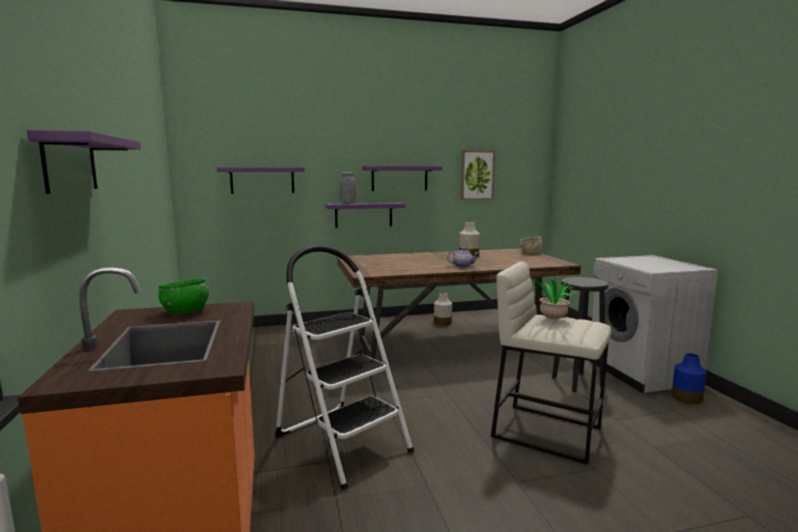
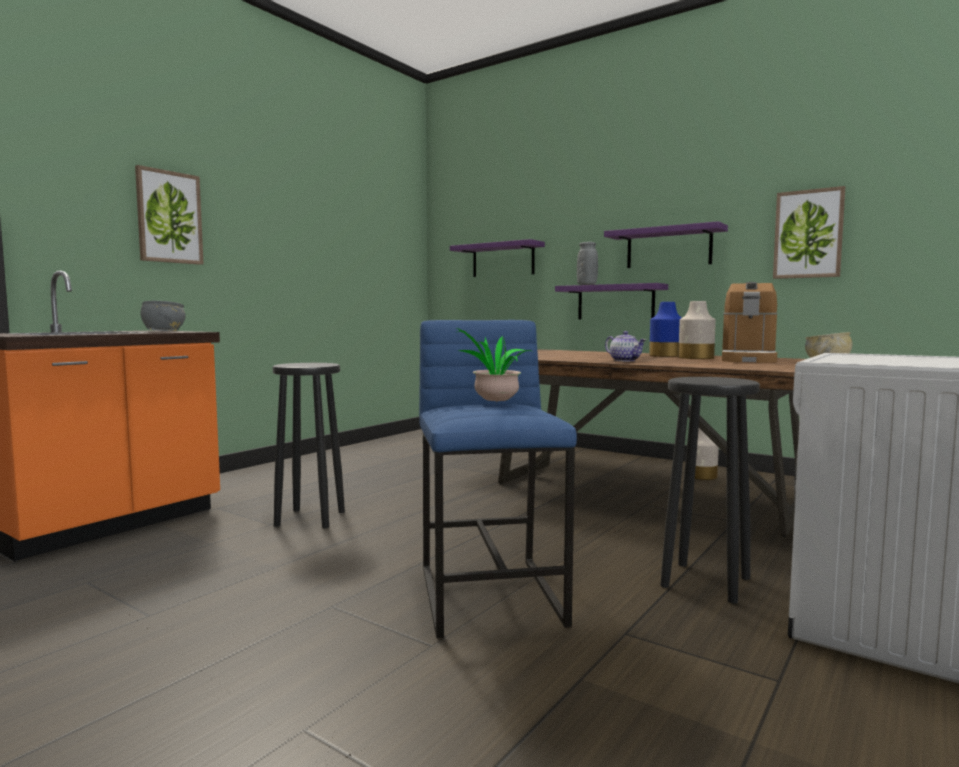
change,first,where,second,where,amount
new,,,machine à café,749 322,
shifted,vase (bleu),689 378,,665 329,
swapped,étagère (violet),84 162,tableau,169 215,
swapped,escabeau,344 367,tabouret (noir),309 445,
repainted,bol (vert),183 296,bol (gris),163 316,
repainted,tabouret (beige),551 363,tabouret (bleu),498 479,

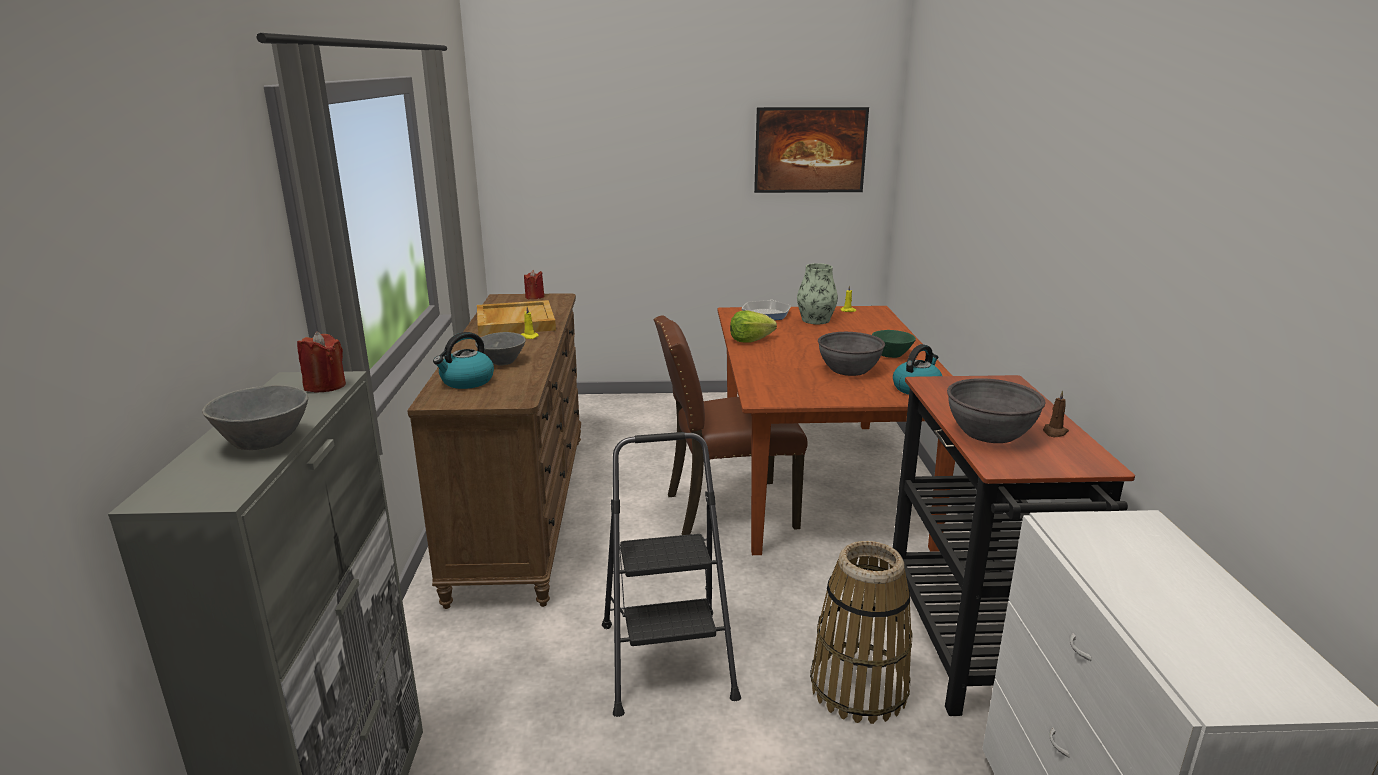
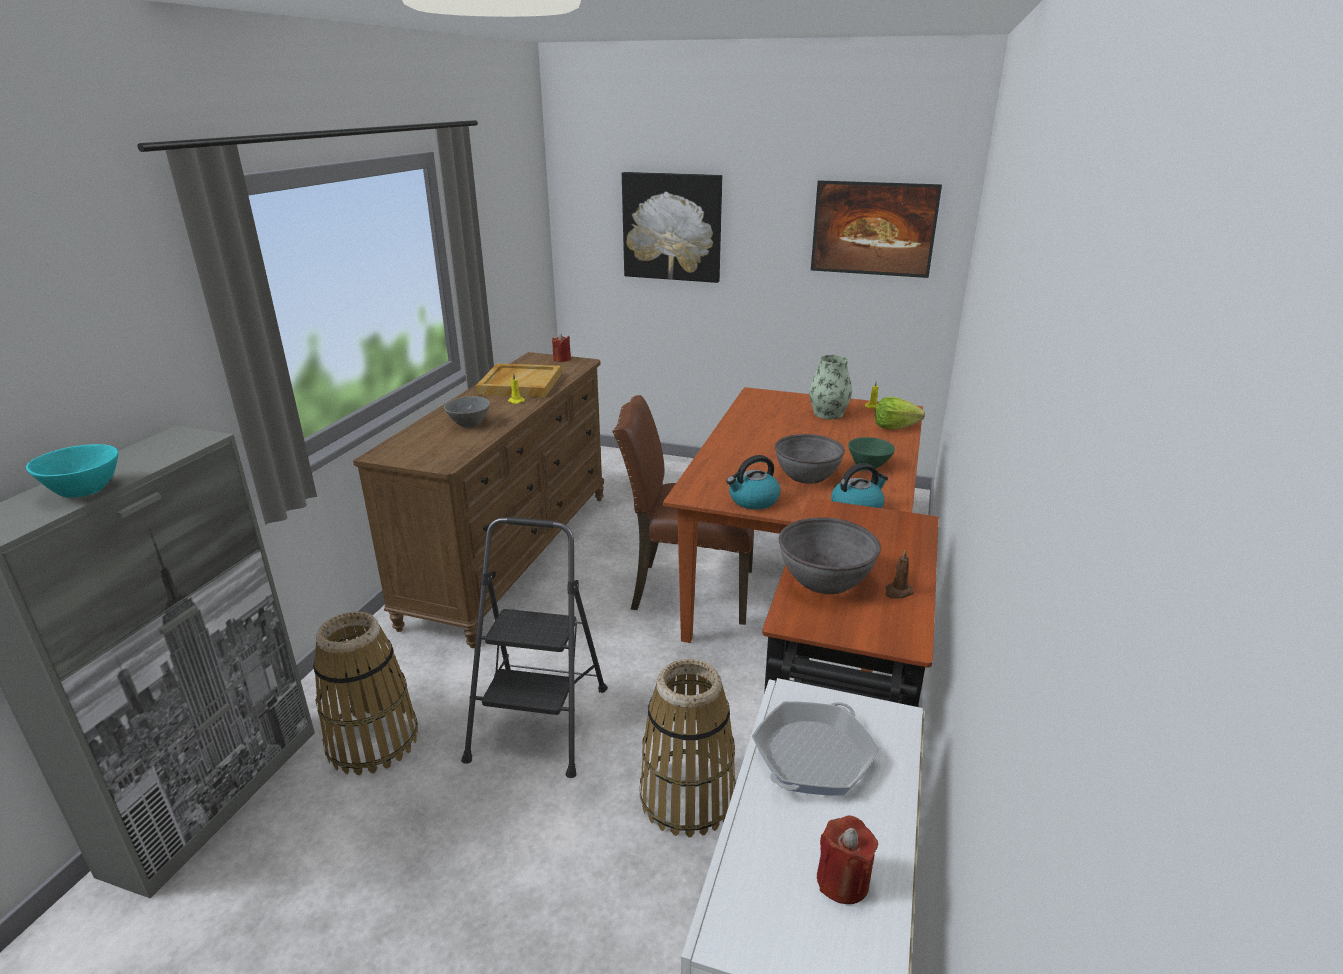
change,first,where,second,where,amount
new,,,panier,365 693,
new,,,tableau,672 227,
shifted,bougie (rouge),321 362,,847 860,
shifted,bouilloire,463 360,,753 482,
shifted,laitue,753 327,,900 413,
shifted,poêle,766 310,,815 748,
repainted,bol (gris),255 417,bol (turquoise),72 470,

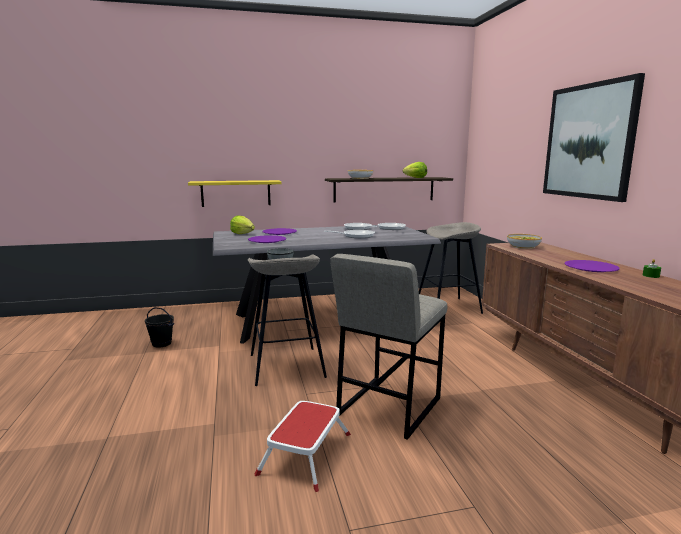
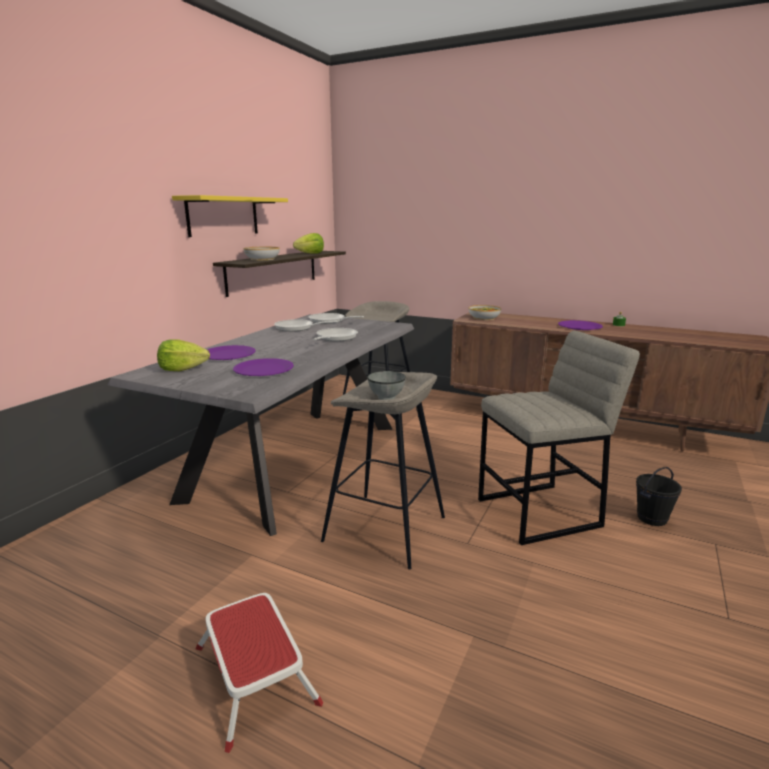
change,first,where,second,where,amount
gone,tableau,594 137,,,
shifted,seau (noir),159 327,,659 496,
shifted,étagère (jaune),234 193,,230 216,
shifted,escabeau (rouge),303 446,,259 673,
rotated,chaise (gris),388 347,,559 438,90 degrees counterclockwise

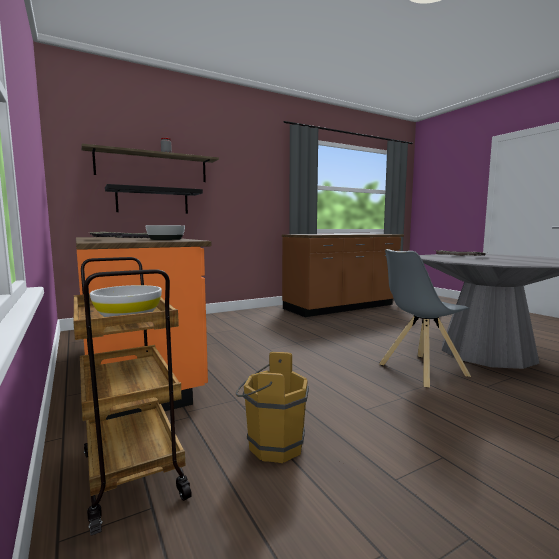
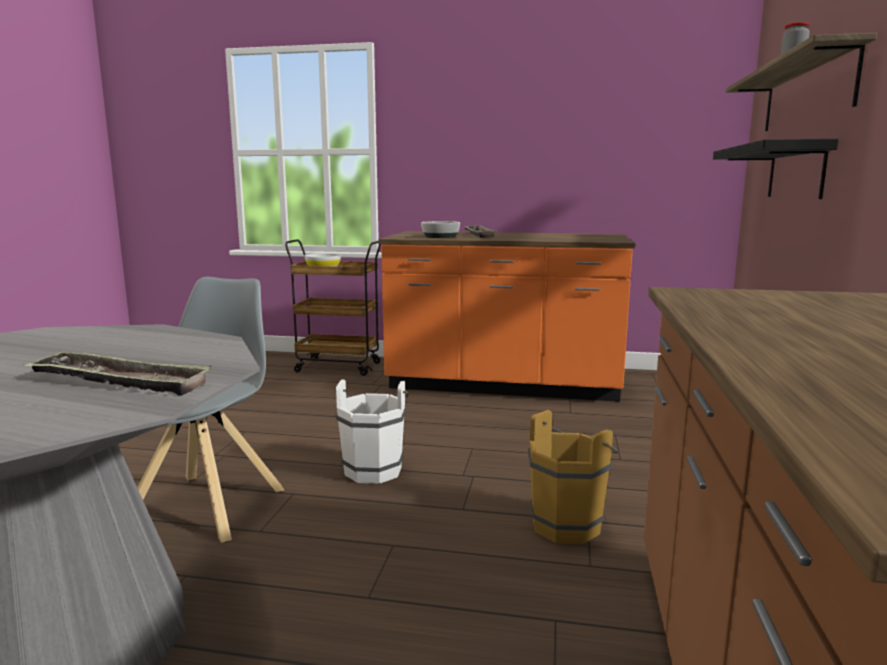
change,first,where,second,where,amount
new,,,seau (blanc),372 431,
shifted,seau (marron),272 407,,573 477,

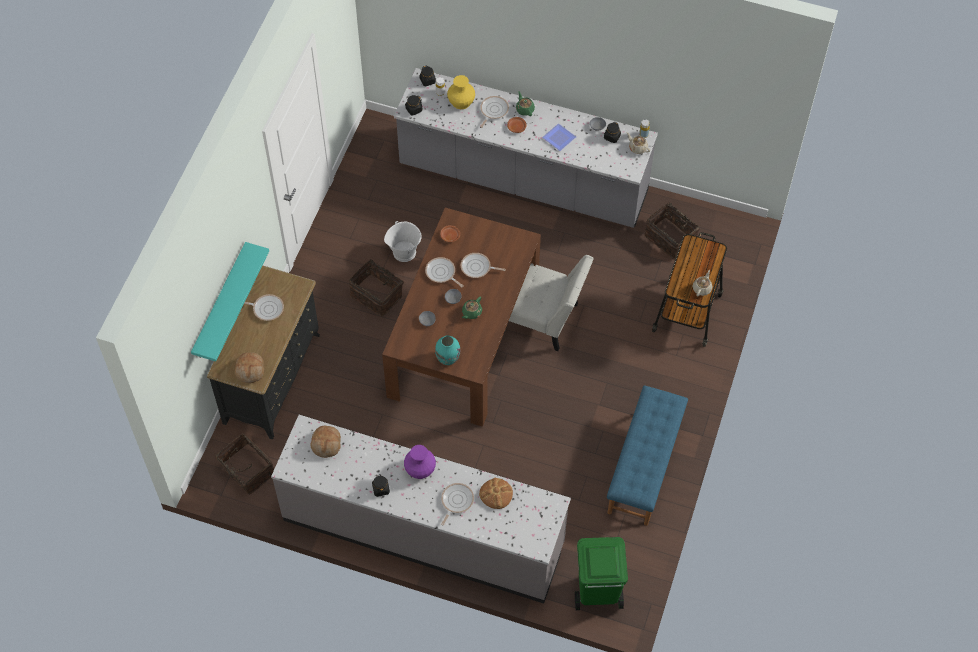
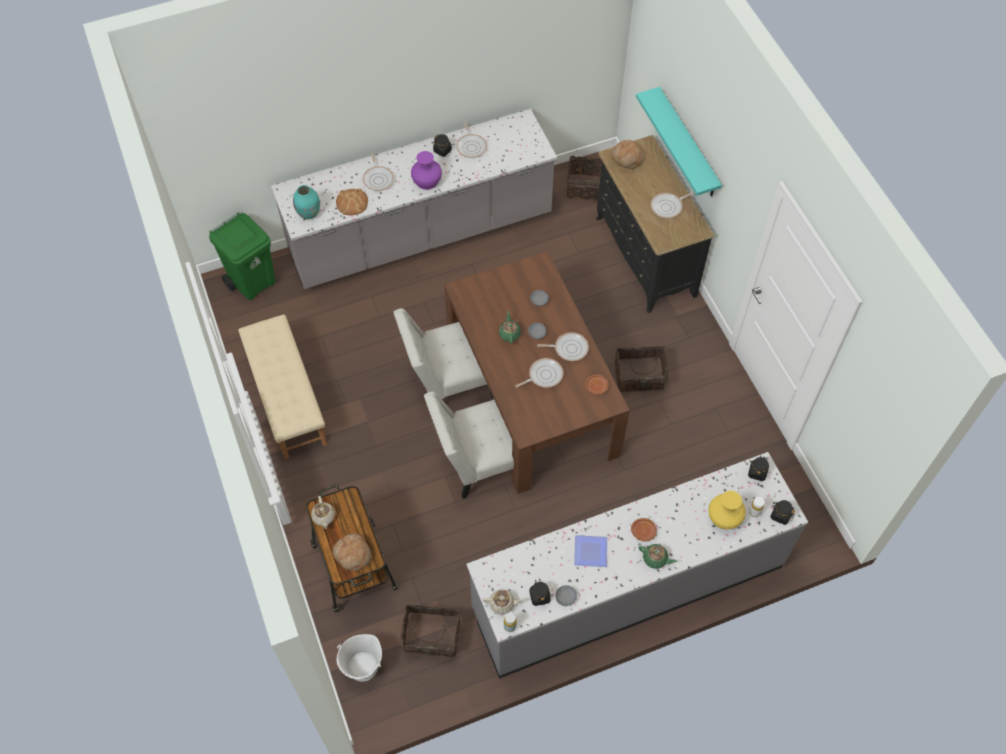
change,first,where,second,where,amount
new,,,chaise (blanc),443 353,
shifted,pain,325 441,,352 552,
shifted,seau (blanc),403 241,,359 658,
shifted,vase (turquoise),447 350,,306 202,
shifted,poêle,494 112,,471 140,
repainted,banc (bleu),647 455,banc (beige),282 386,

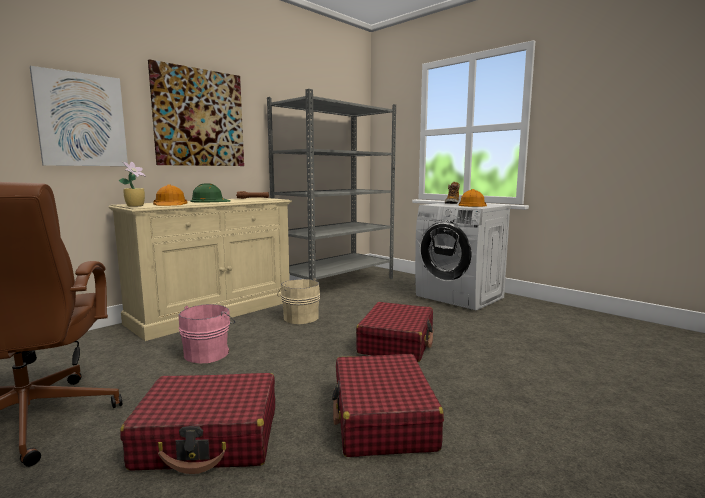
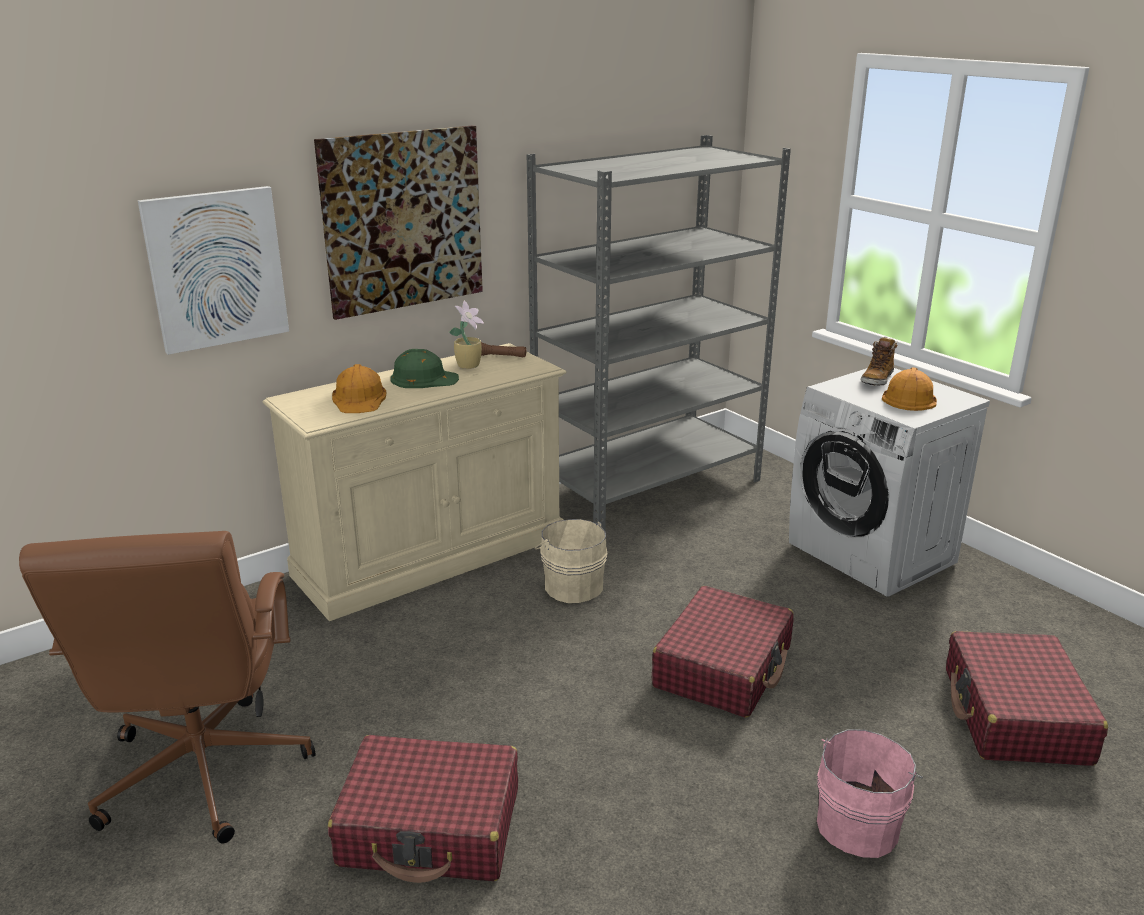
change,first,where,second,where,amount
shifted,plante en pot,132 184,,466 335,
shifted,seau (rose),206 333,,870 793,
shifted,valise (rouge),388 405,,1027 698,

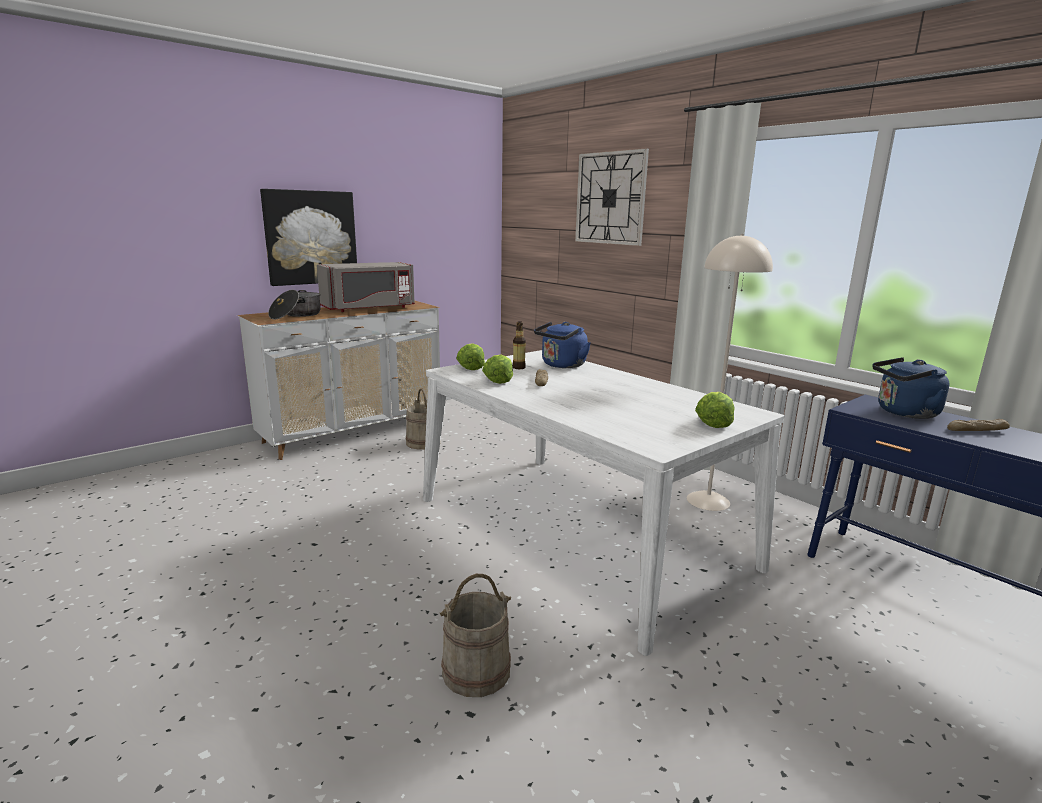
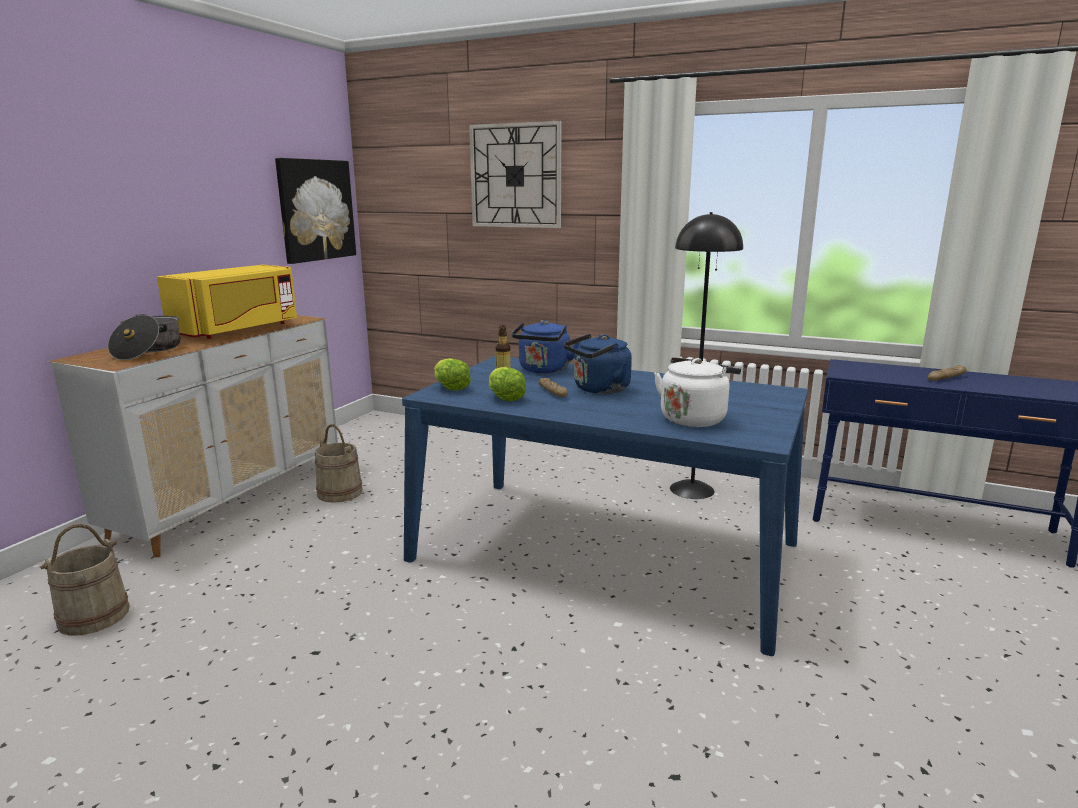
change,first,where,second,where,amount
gone,laitue,714 410,,,
new,,,bouilloire (blanc),697 392,
shifted,tableau,308 237,,315 211,
shifted,seau (beige),475 635,,85 580,
shifted,bouilloire (bleu),911 388,,598 364,
repainted,micro-ondes (gris),366 287,micro-ondes (jaune),227 302,
repainted,table à manger (blanc),604 503,table à manger (bleu),605 506,
repainted,lampadaire (beige),730 372,lampadaire (noir),706 355,

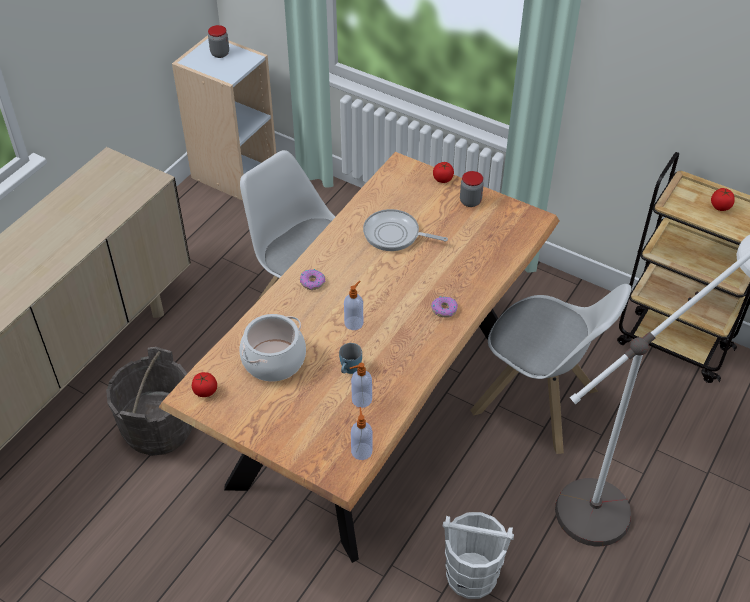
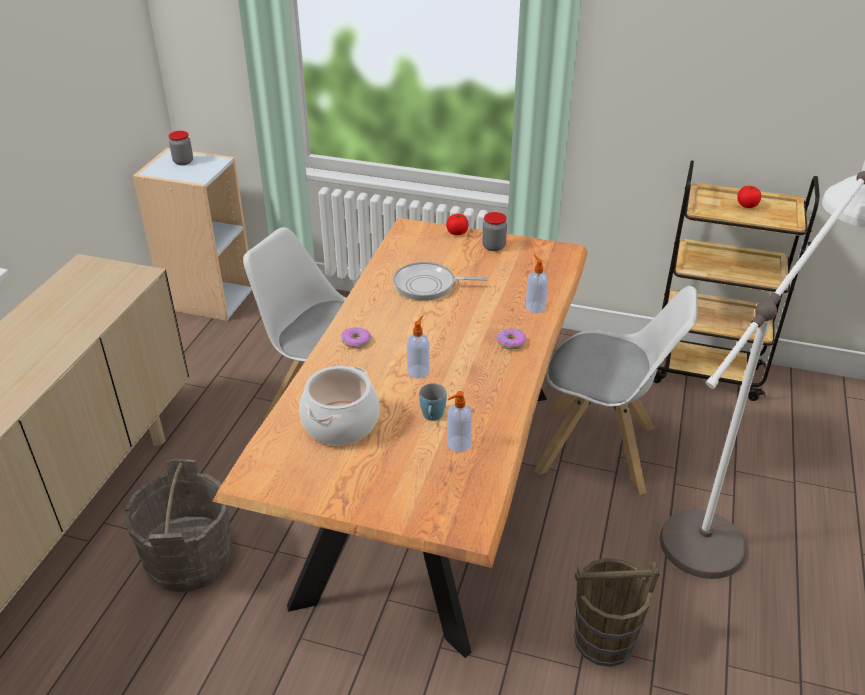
change,first,where,second,where,amount
gone,tomate,204 384,,,
shifted,distributeur de savon,361 433,,537 284,
repainted,seau (blanc),478 555,seau (marron),617 612,

